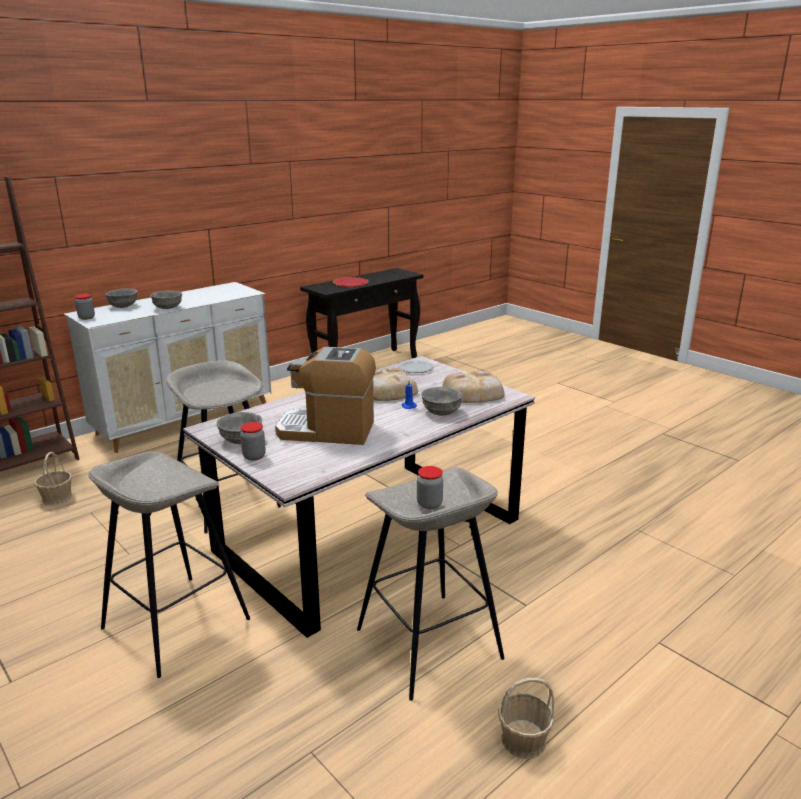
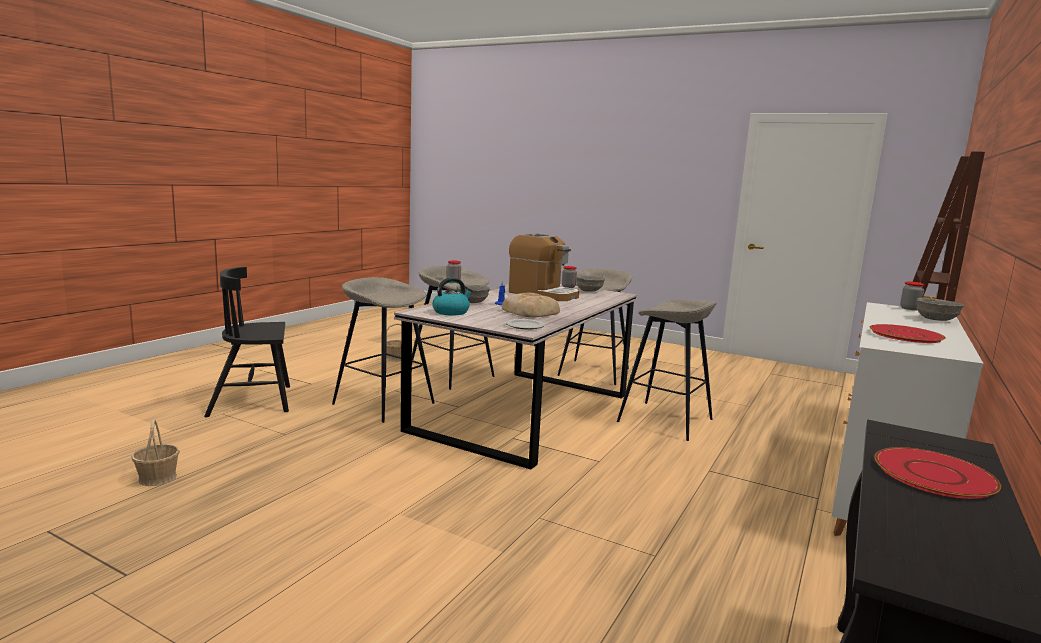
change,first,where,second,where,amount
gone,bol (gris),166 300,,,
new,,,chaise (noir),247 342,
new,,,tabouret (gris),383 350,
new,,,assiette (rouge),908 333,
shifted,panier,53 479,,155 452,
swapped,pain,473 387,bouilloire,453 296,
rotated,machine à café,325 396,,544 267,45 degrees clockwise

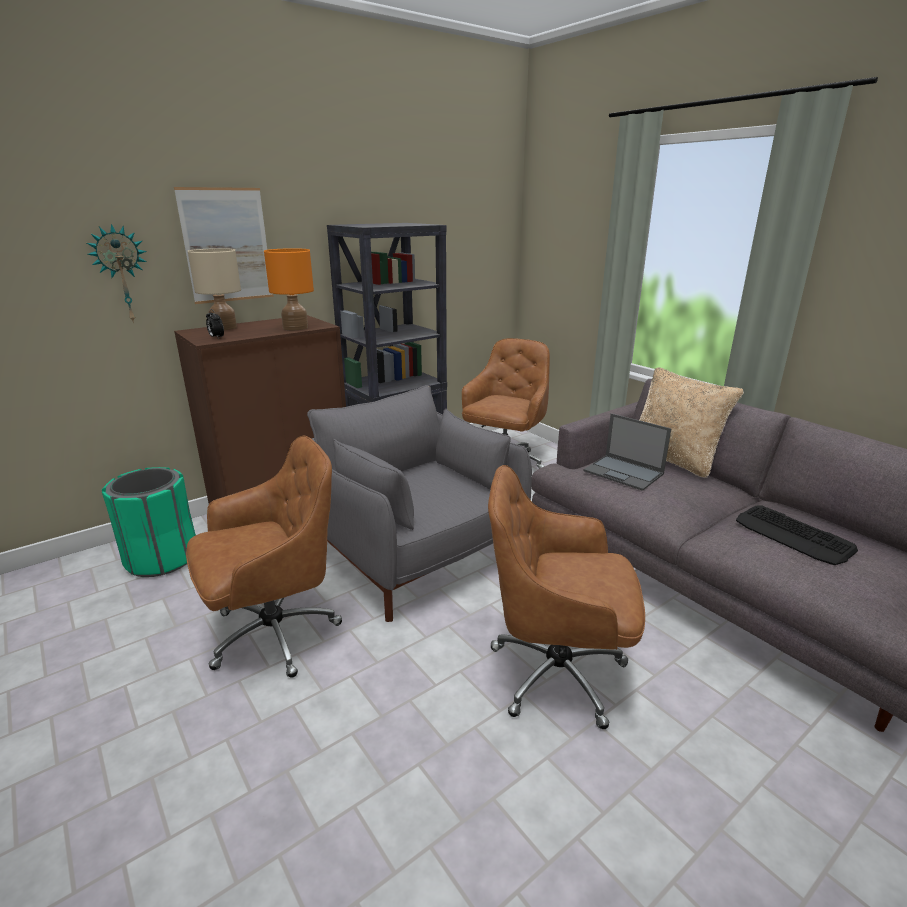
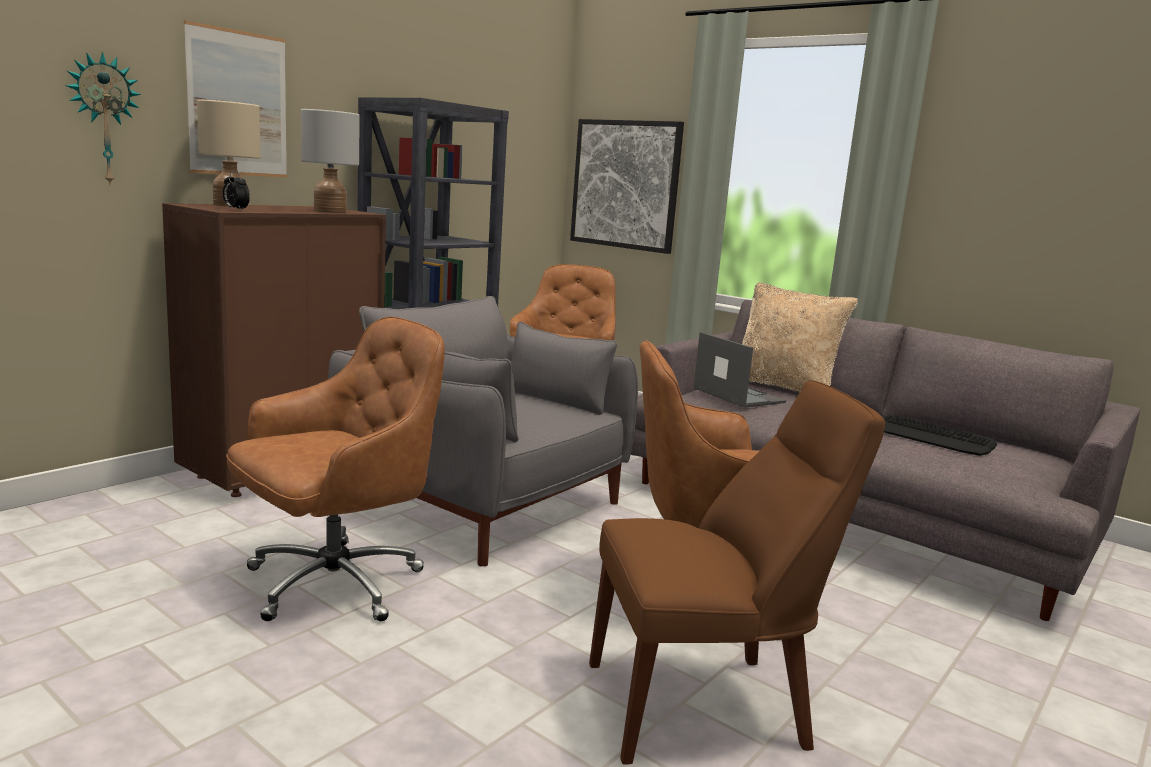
change,first,where,second,where,amount
gone,poubelle (vert),149 522,,,
new,,,tableau,627 186,
new,,,chaise (marron),737 572,
repainted,lampe de table (orange),289 289,lampe de table (gris),330 161,
rotated,ordinateur portable,627 452,,739 370,150 degrees counterclockwise

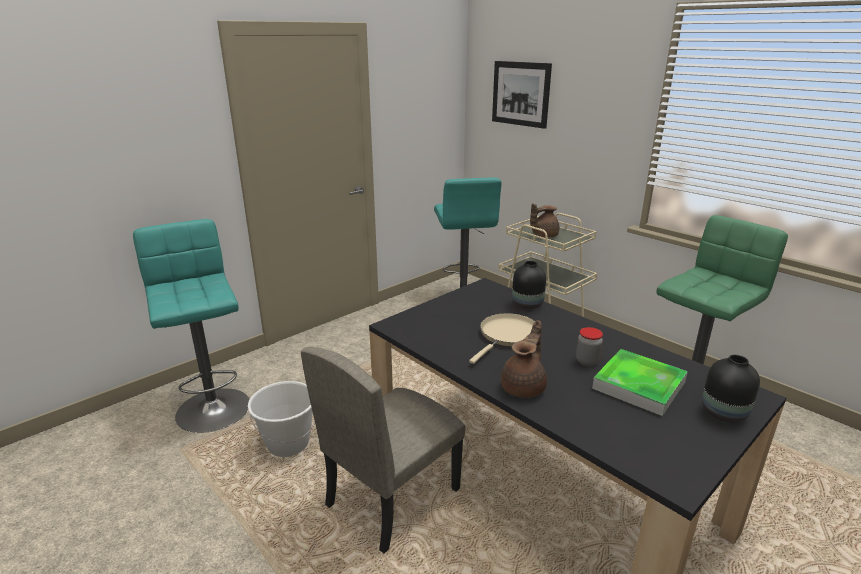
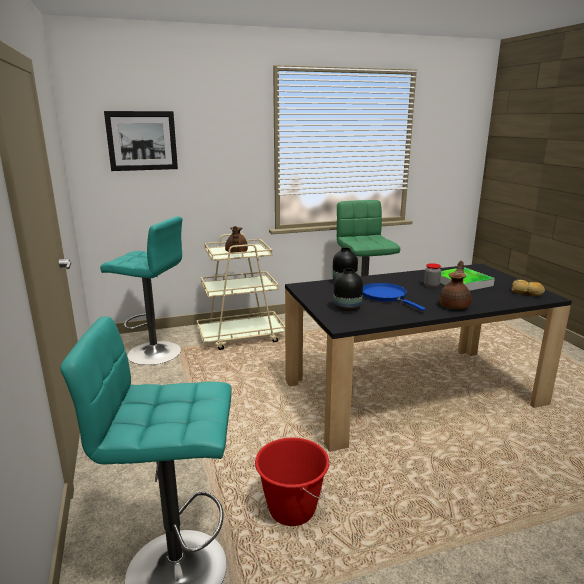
change,first,where,second,where,amount
gone,chaise (beige),383 450,,,
new,,,pain,528 288,
shifted,vase (noir),731 389,,348 290,
repainted,seau (blanc),281 419,seau (rouge),292 482,
repainted,poêle (beige),502 338,poêle (bleu),394 297,
rotated,théière (marron),524 359,,455 285,60 degrees clockwise

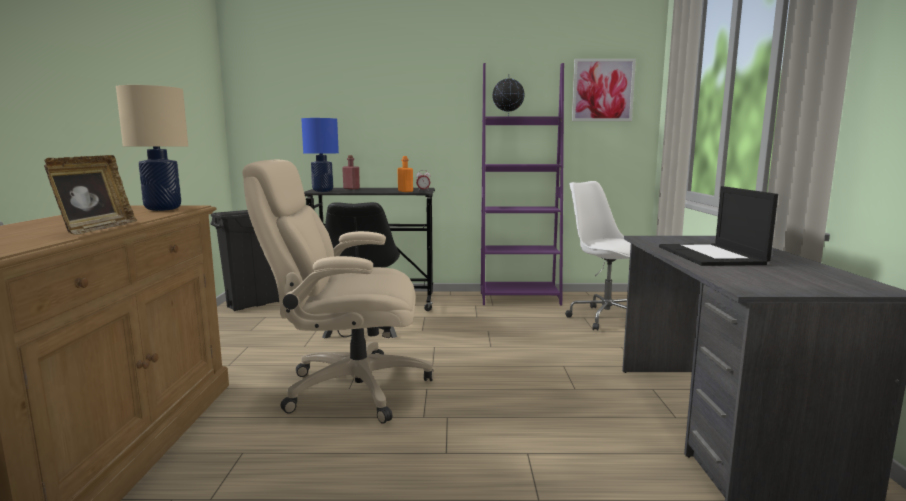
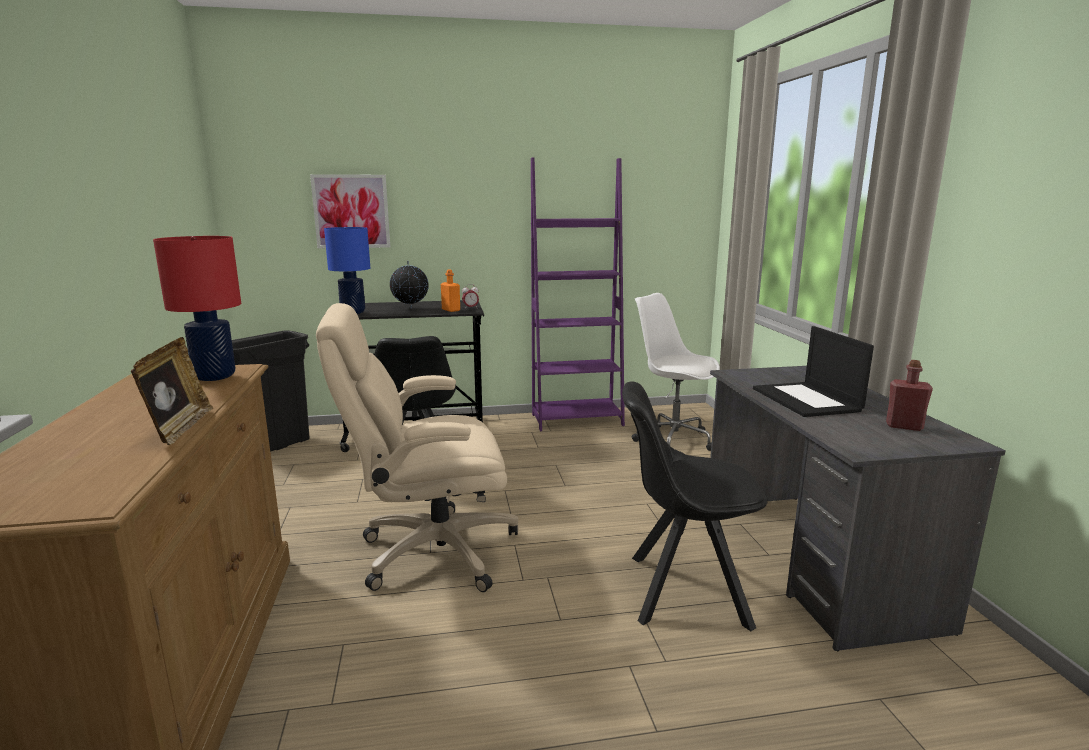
change,first,where,second,where,amount
new,,,chaise (noir),694 506,
shifted,bouteille (rouge),351 172,,909 395,
shifted,globe,508 95,,409 285,
shifted,tableau,604 90,,350 211,
repainted,lampe de table (beige),152 148,lampe de table (rouge),197 308,

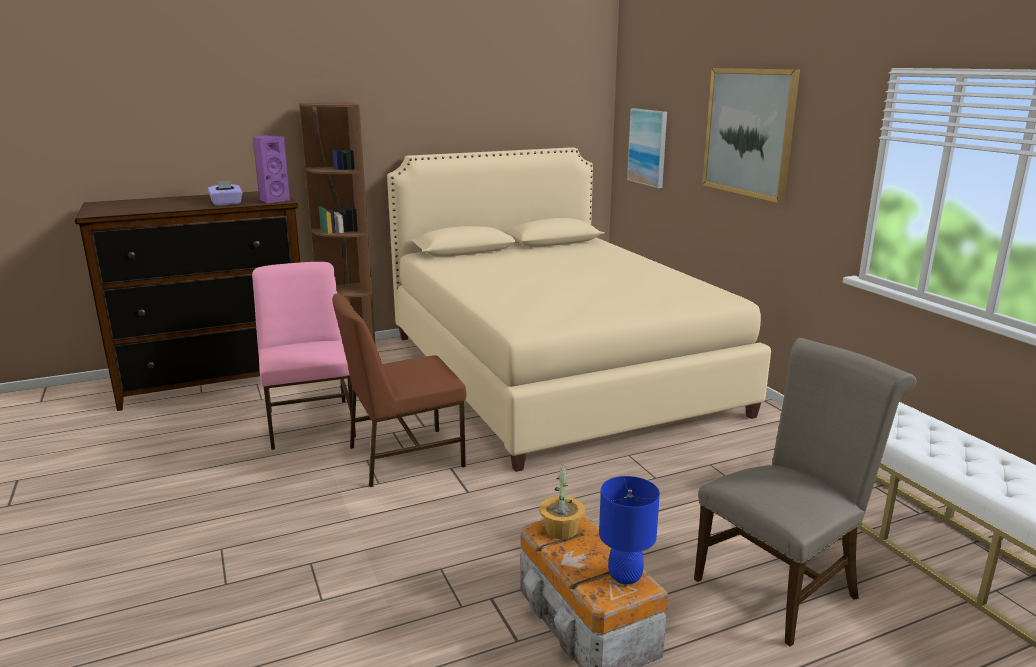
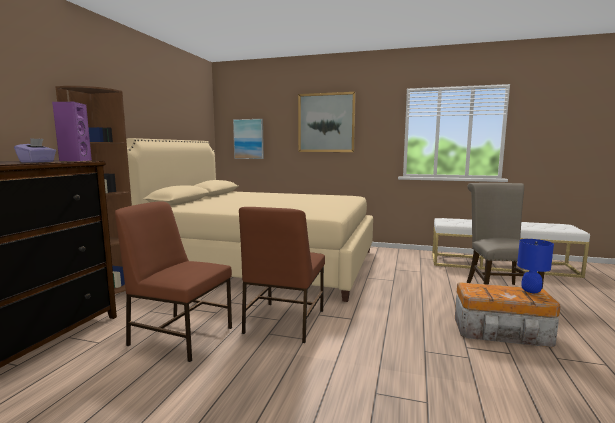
change,first,where,second,where,amount
gone,plante en pot,562 500,,,
repainted,chaise (rose),304 356,chaise (marron),173 281,

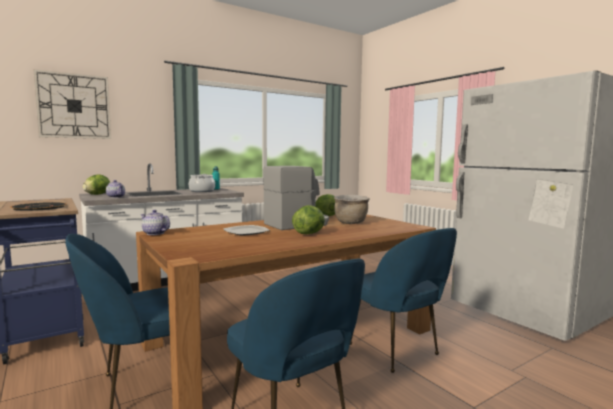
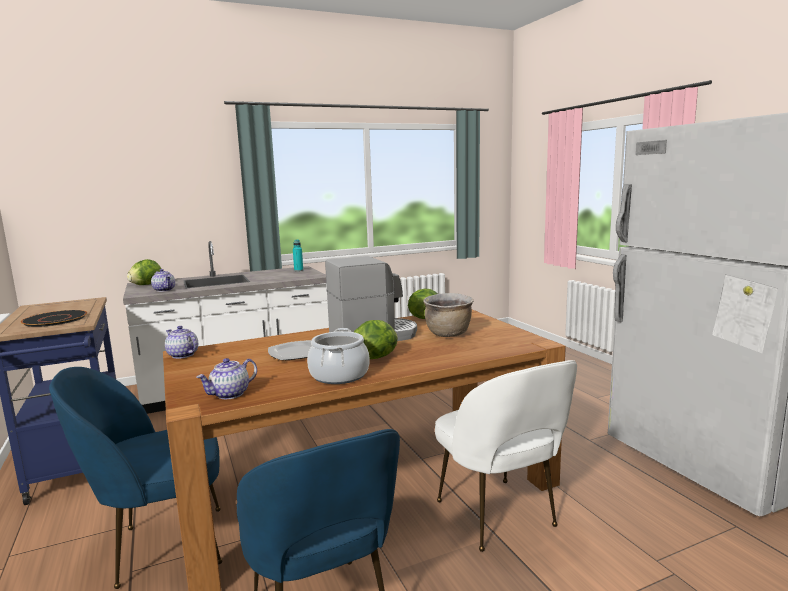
change,first,where,second,where,amount
gone,horloge murale,72 104,,,
new,,,théière,227 378,
shifted,marmite,202 183,,338 356,
repainted,chaise (bleu),403 300,chaise (blanc),506 456,

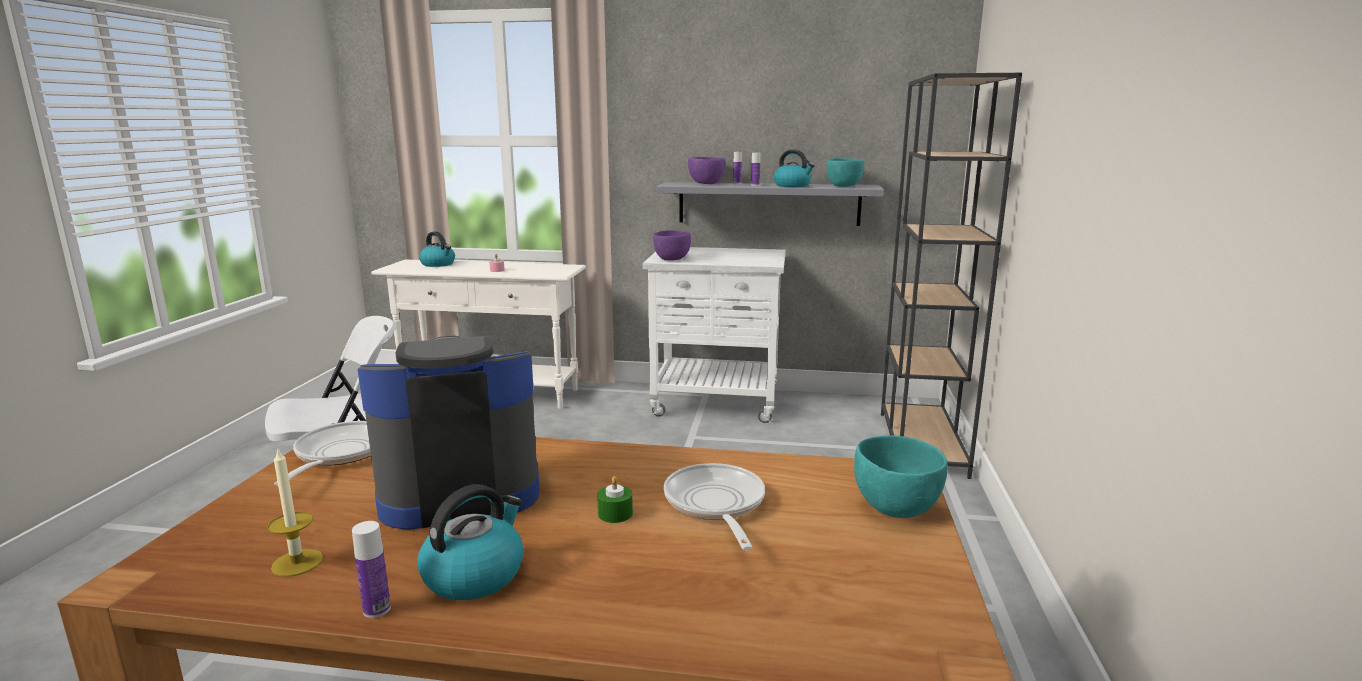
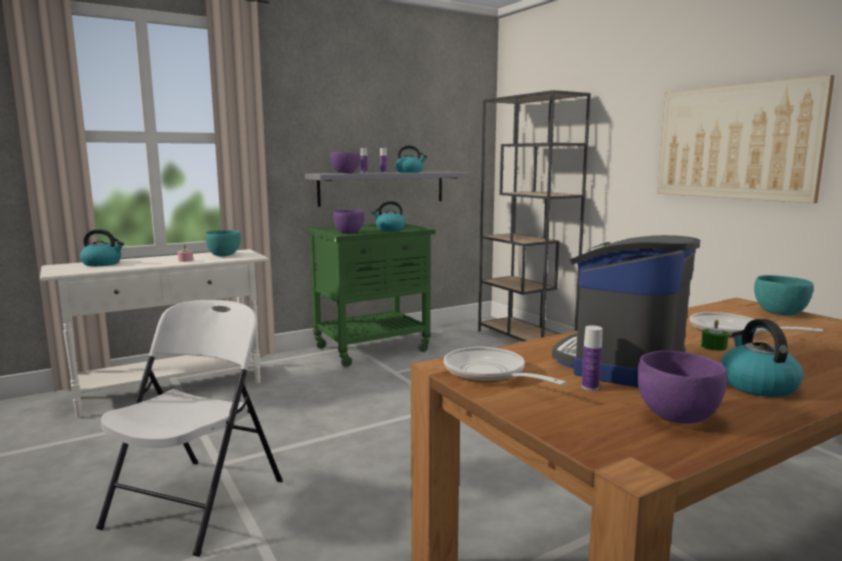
change,first,where,second,where,amount
new,,,bouilloire,388 216,
new,,,tableau,746 139,
shifted,bouteille,371 569,,592 357,
shifted,bol (turquoise),845 172,,223 243,
swapped,bougie,295 512,bol (violet),682 387,
repainted,chariot (blanc),714 335,chariot (vert),370 295,

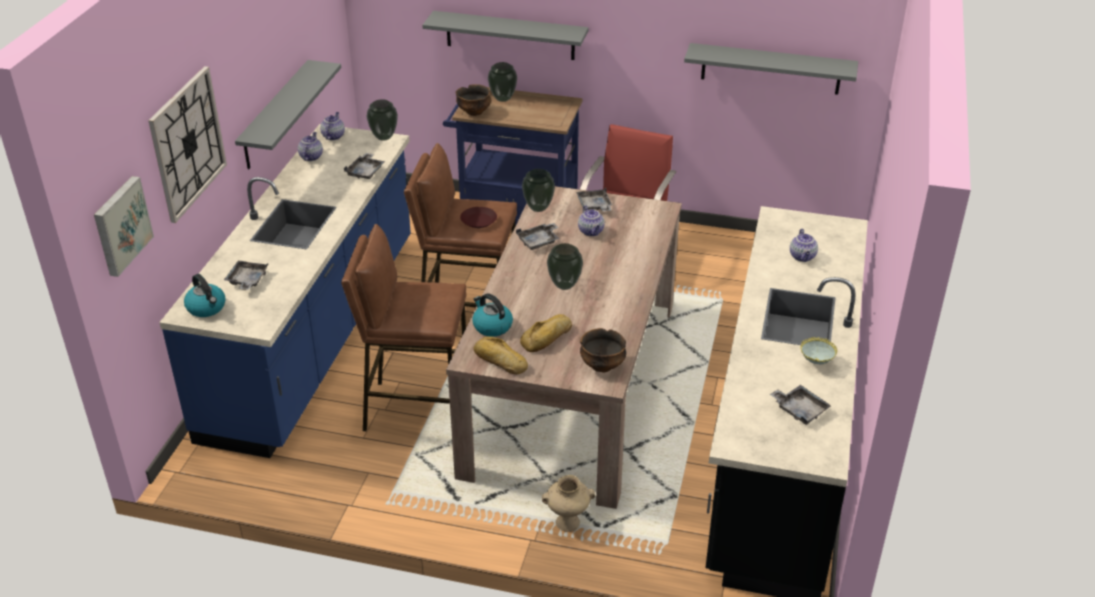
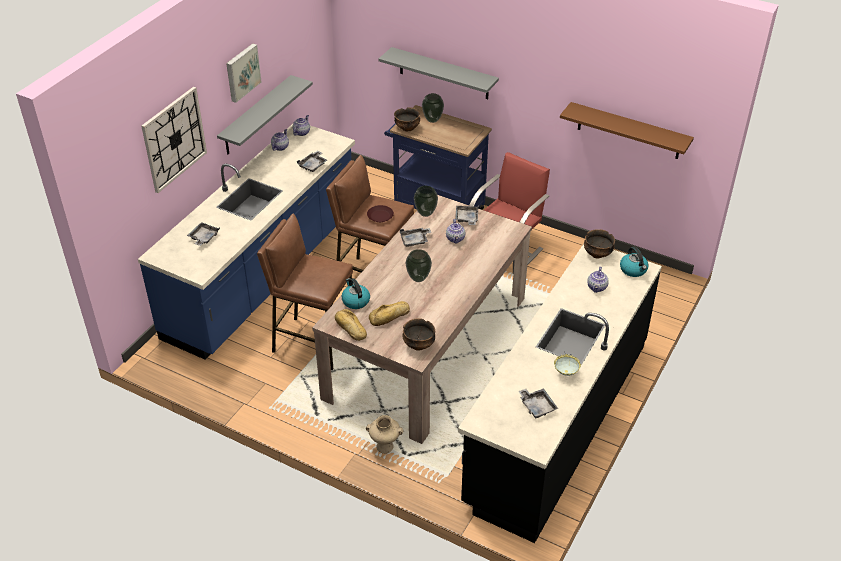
change,first,where,second,where,amount
gone,vase,382 120,,,
new,,,bol,599 243,
shifted,tableau,124 226,,244 73,
shifted,bouilloire,204 295,,634 262,
repainted,étagère (gris),771 69,étagère (marron),627 130,

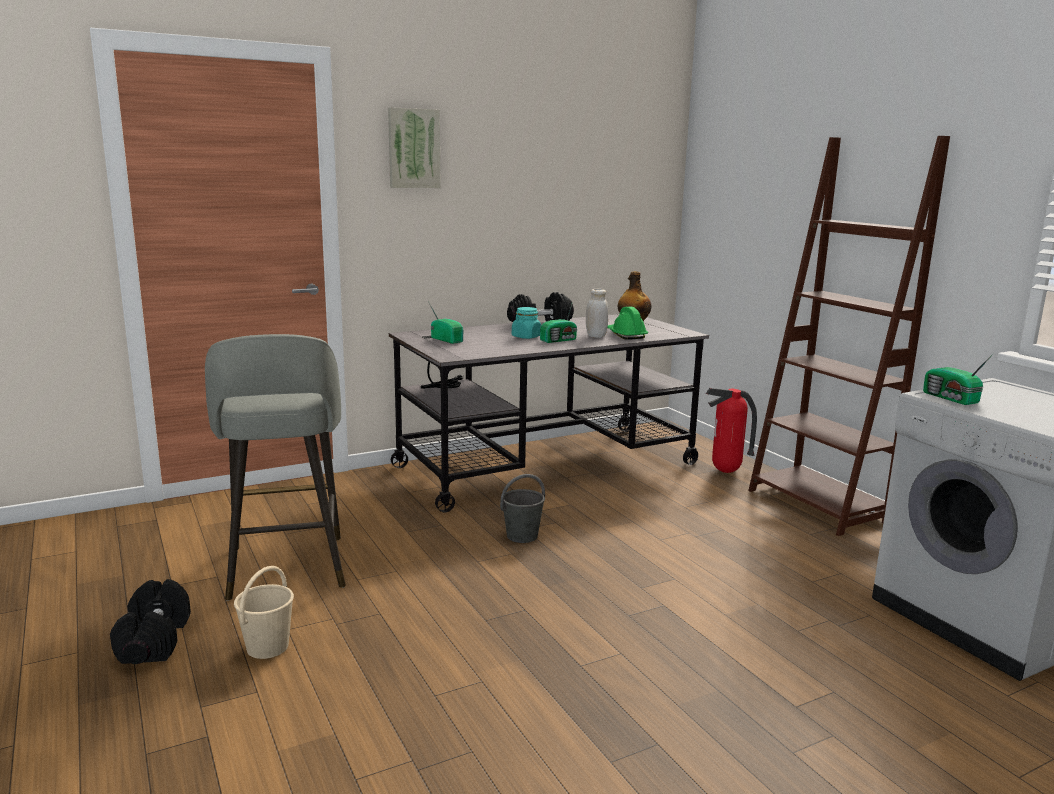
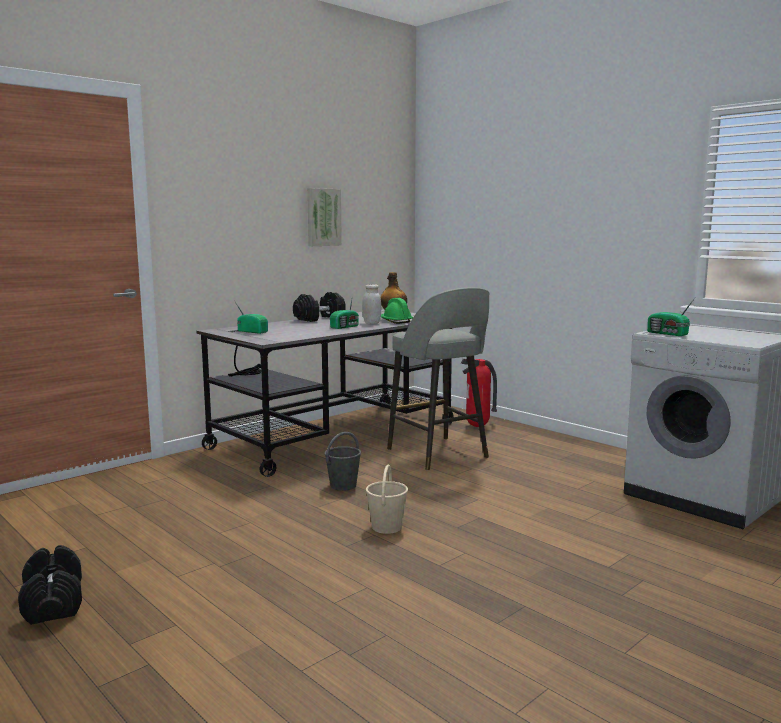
change,first,where,second,where,amount
gone,bocal (turquoise),526 323,,,
gone,bibliothèque (marron),849 336,,,
shifted,tabouret (gris),275 467,,438 378,
shifted,seau (beige),264 612,,387 499,
shifted,tableau,414 147,,324 217,

